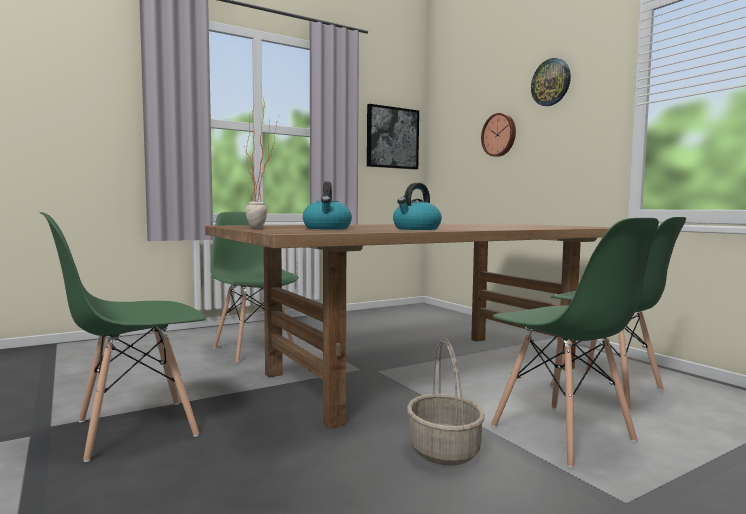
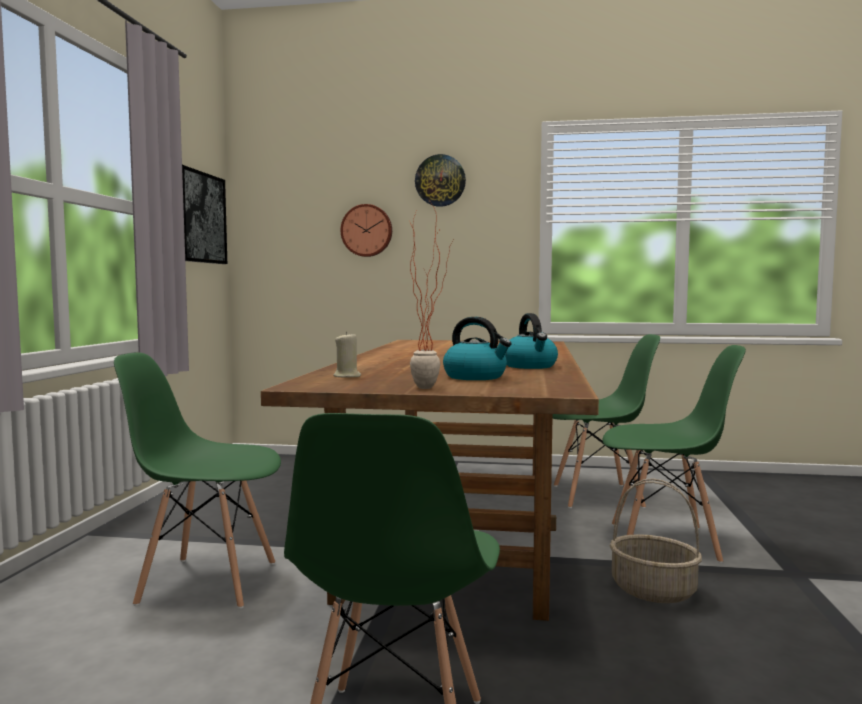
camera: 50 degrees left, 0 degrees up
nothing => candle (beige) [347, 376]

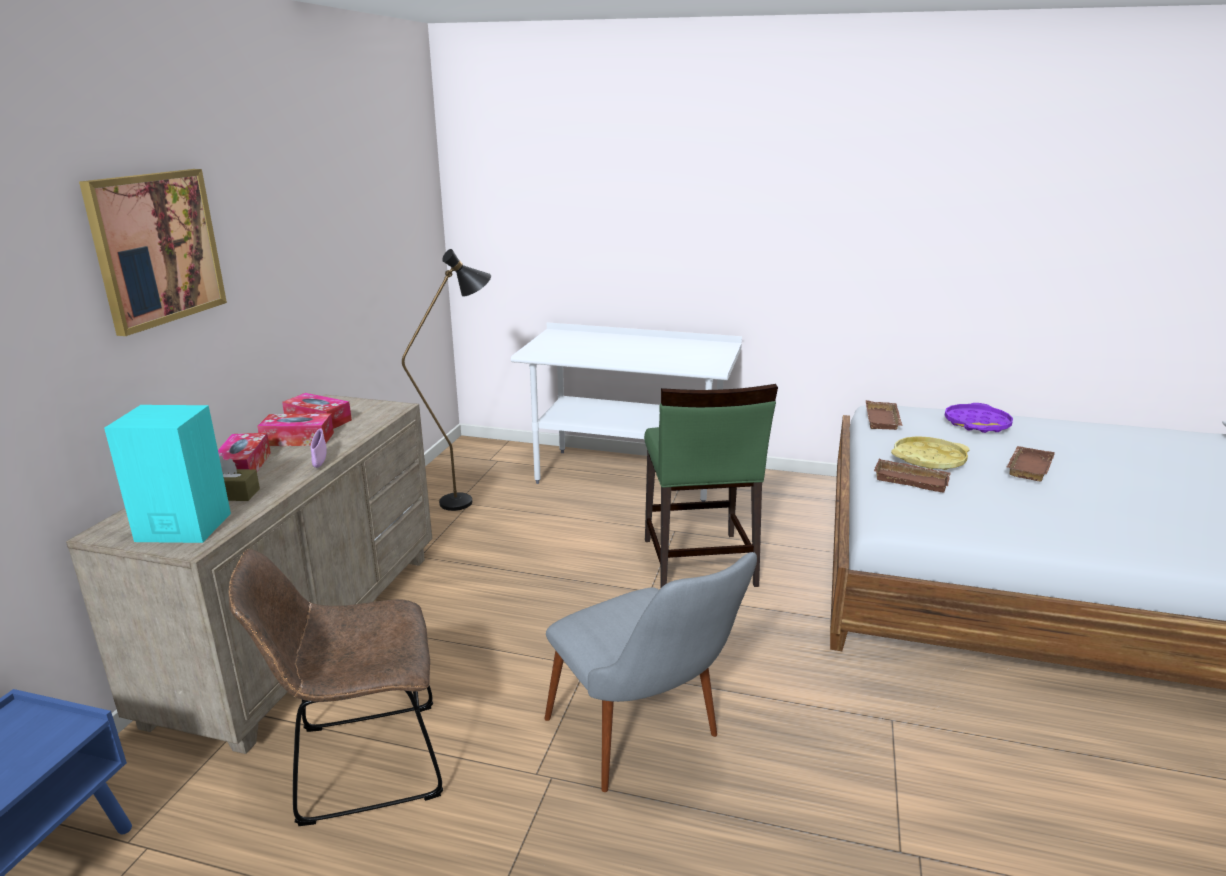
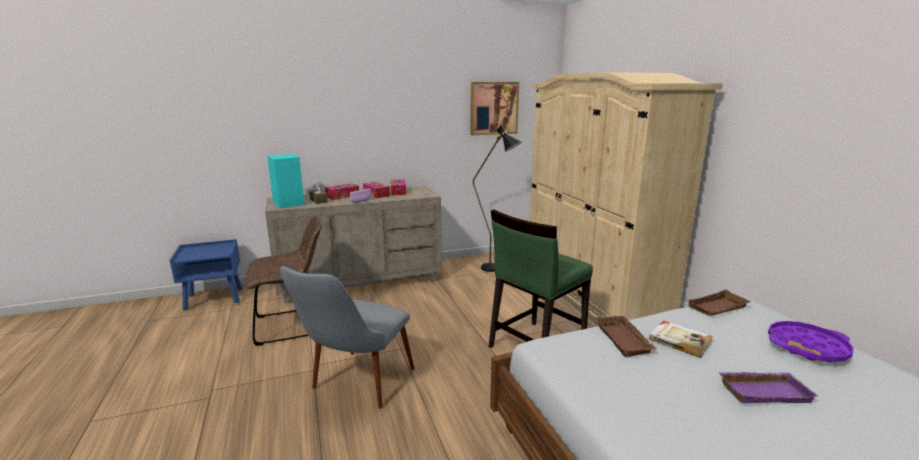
camera: 55 degrees right, 5 degrees down
picture [156, 248] => picture [494, 108], moved
desk (white) [628, 476] => wardrobe (beige) [591, 294]
tray (yellow) [928, 459] => book [680, 340]
tray (brown) [1027, 467] => tray (purple) [763, 391]
chair (brown) [360, 764] => chair (brown) [292, 325], 120 degrees clockwise

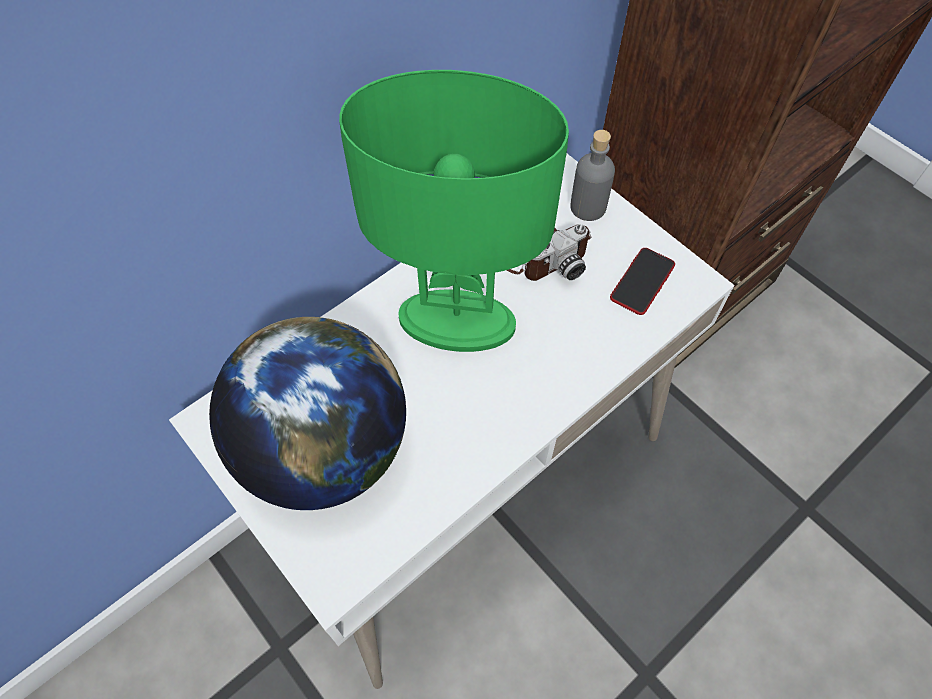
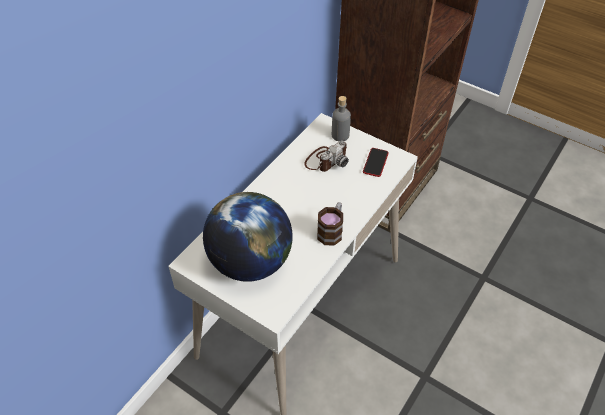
camera: 15 degrees left, 10 degrees down
table lamp (green) [457, 321] => nothing
nothing => mug [331, 231]

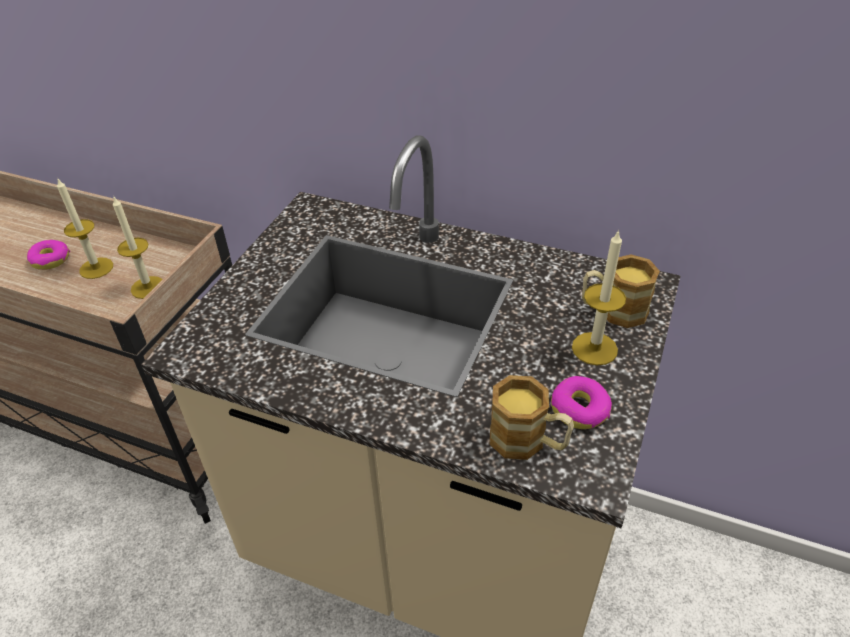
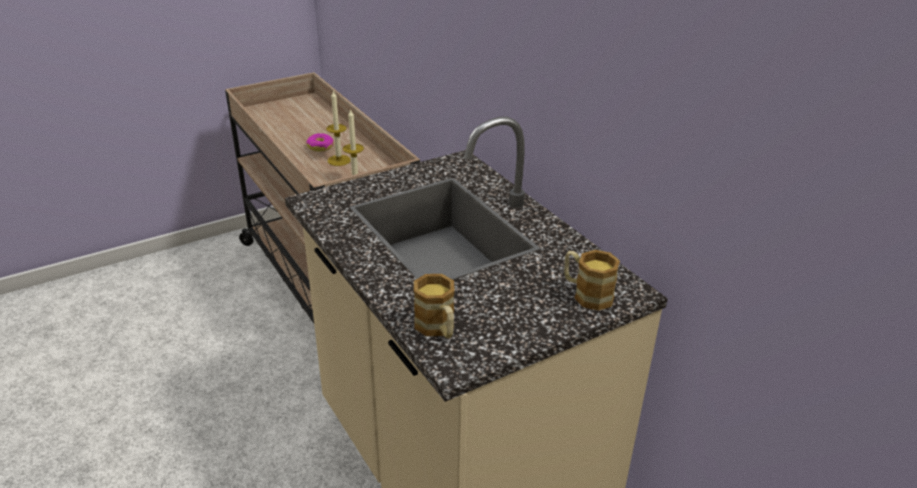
camera: 35 degrees right, 10 degrees down
candle [594, 348] => nothing
donut [579, 409] => nothing

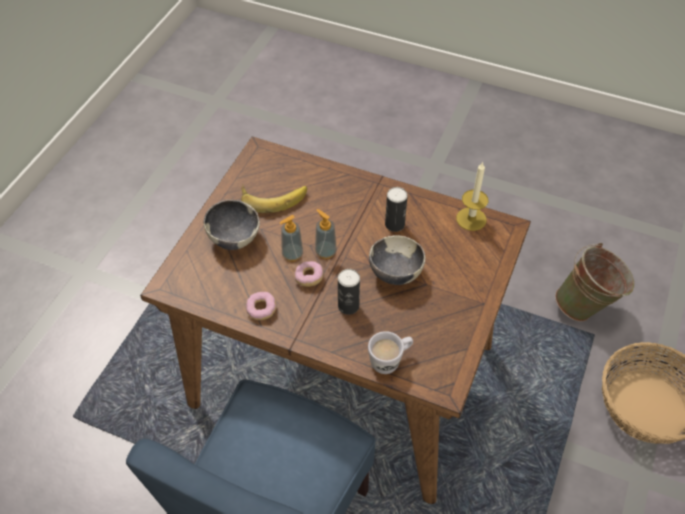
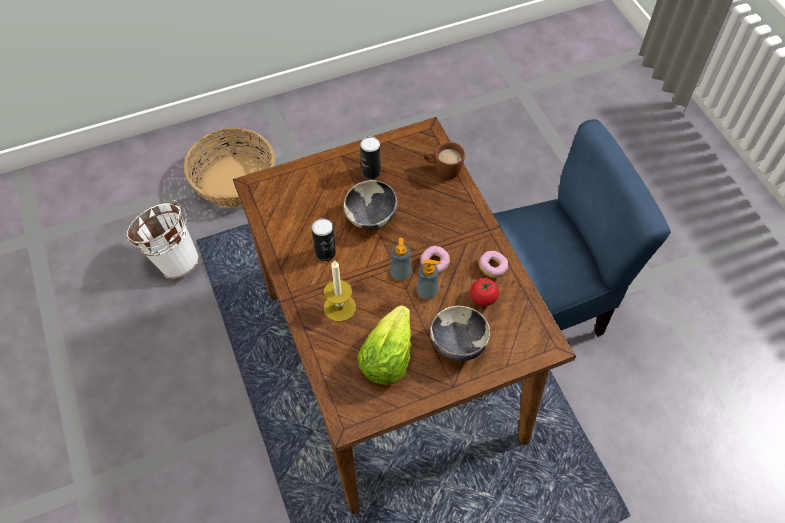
camera: 135 degrees left, 5 degrees up
candle [471, 219] => candle [339, 307], moved
banana [273, 196] => lettuce [387, 358]
bucket (green) [586, 307] => bucket (white) [172, 259]
can [348, 306] => can [371, 172], moved
mug (white) [390, 361] => mug (brown) [442, 170]
nothing => tomato [483, 297]

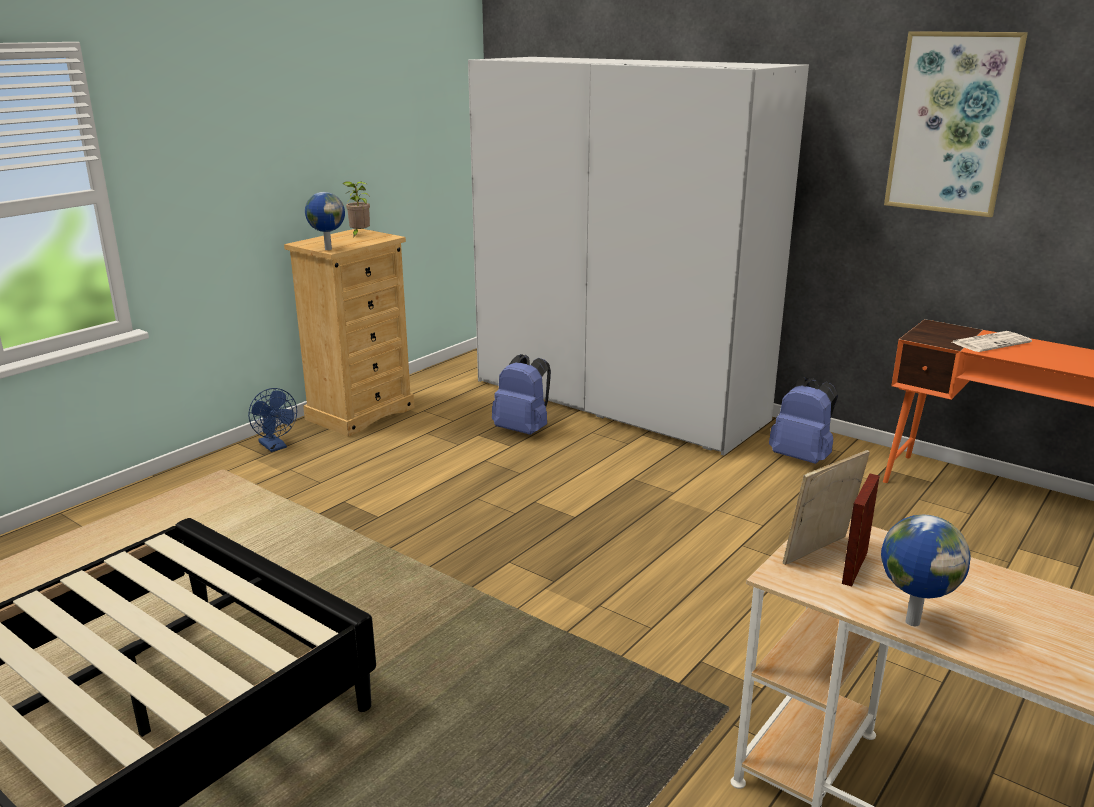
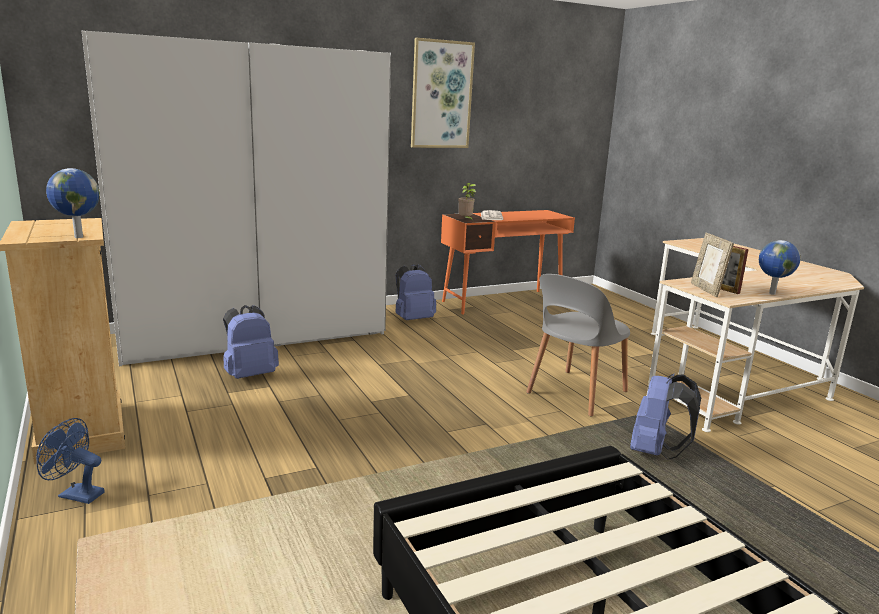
camera: 65 degrees left, 5 degrees down
potted plant [359, 235] => potted plant [466, 220], moved
fan (blue) [275, 447] => fan (blue) [75, 494], 150 degrees counterclockwise
nothing => chair (grey) [575, 393]
nothing => backpack (blue) [655, 452]

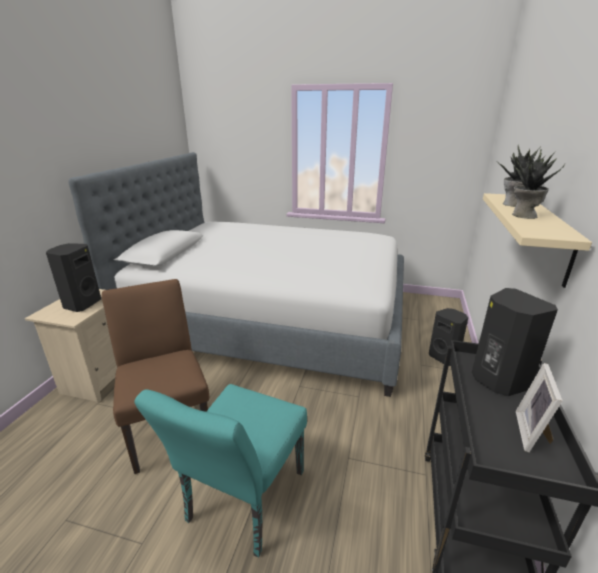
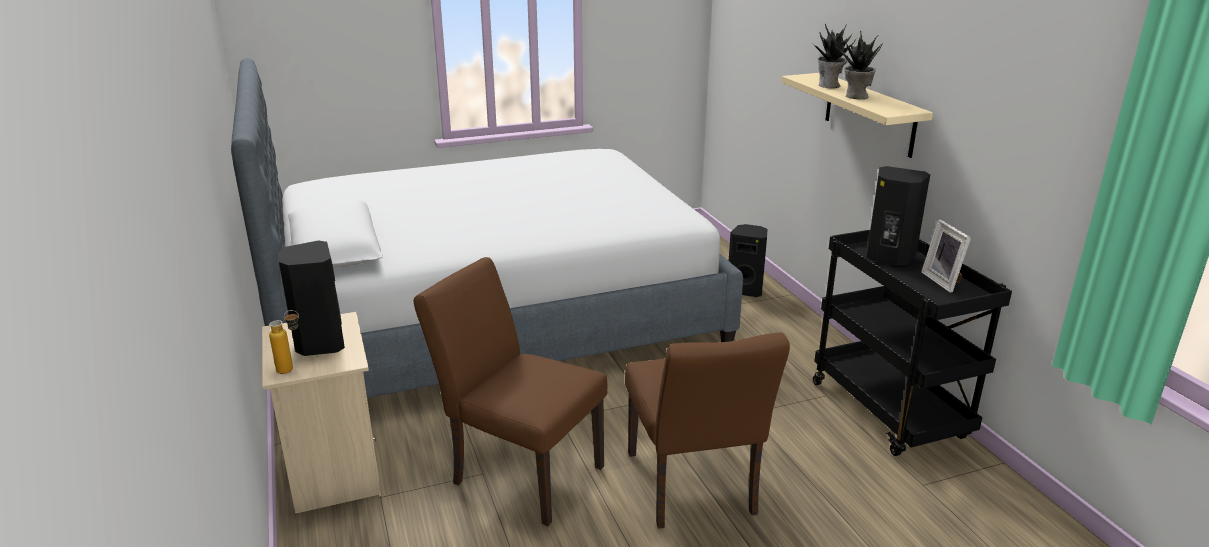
camera: 35 degrees left, 0 degrees up
chair (turquoise) [241, 503] => chair (brown) [693, 490]
nothing => bottle [292, 369]

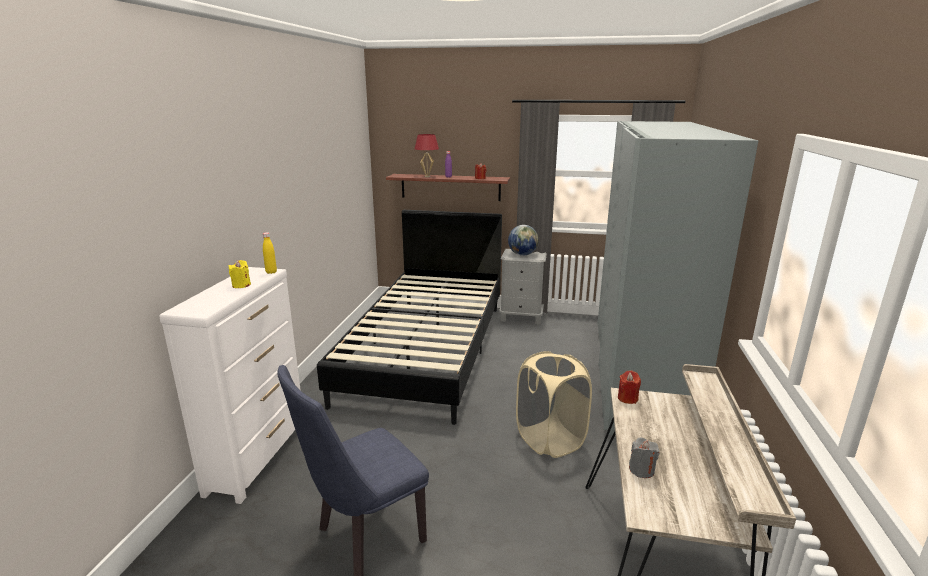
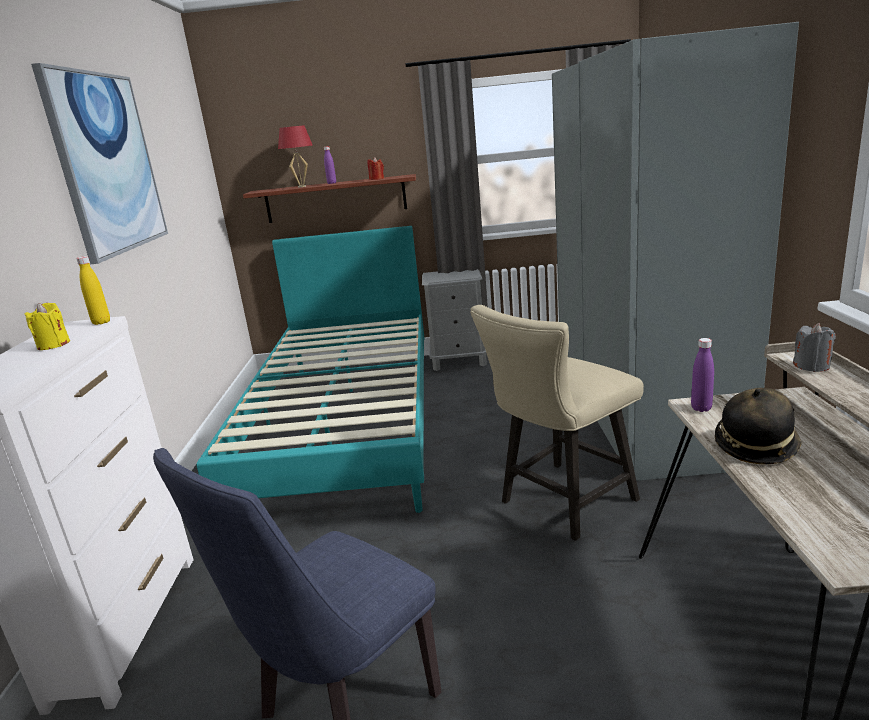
camera: 10 degrees left, 0 degrees up
bed (black) [427, 350] => bed (turquoise) [346, 422]
globe [522, 254] => nothing
laundry basket (beige) [549, 439] => chair (beige) [561, 504]
candle (red) [627, 398] => bottle (purple) [701, 408]
candle (grey) [641, 470] => candle (grey) [812, 366], moved
nothing => picture [107, 163]
nothing => hat [755, 446]

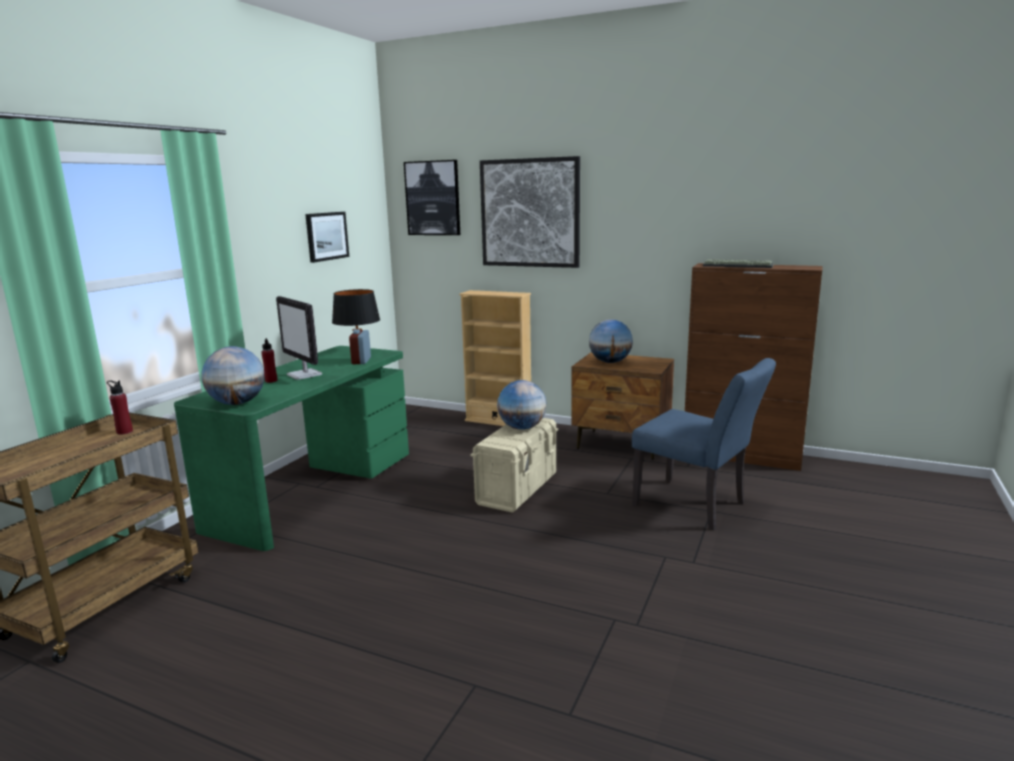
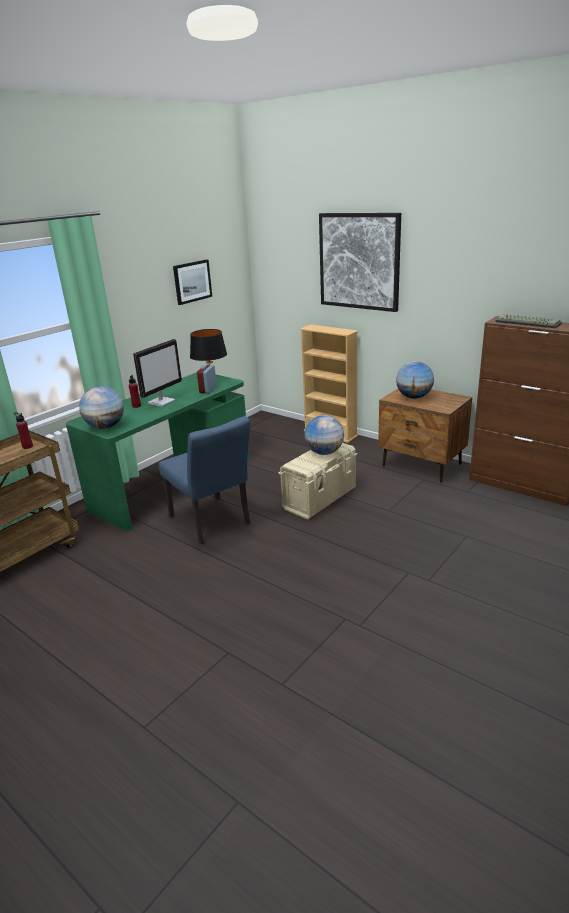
camera: 15 degrees right, 10 degrees up
picture [433, 198] => nothing
monitor [305, 375] => monitor [162, 401], 120 degrees counterclockwise
chair (blue) [696, 506] => chair (blue) [212, 523], moved

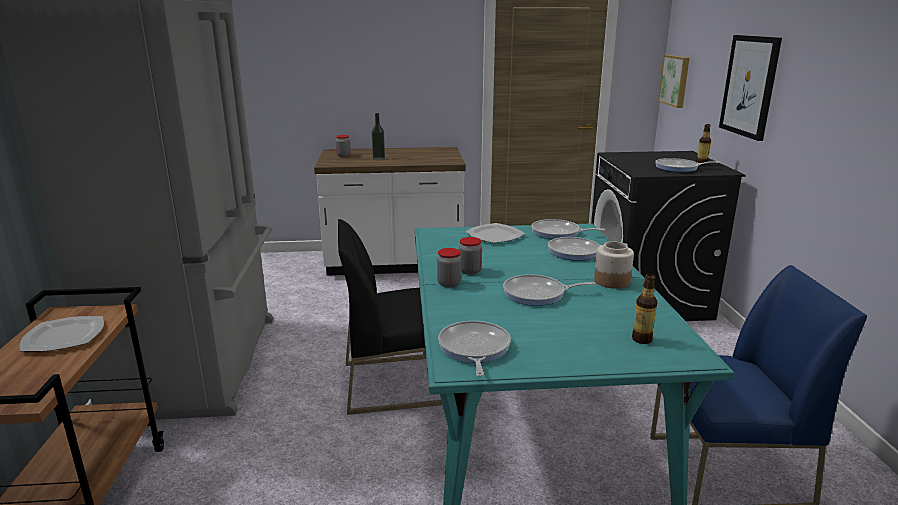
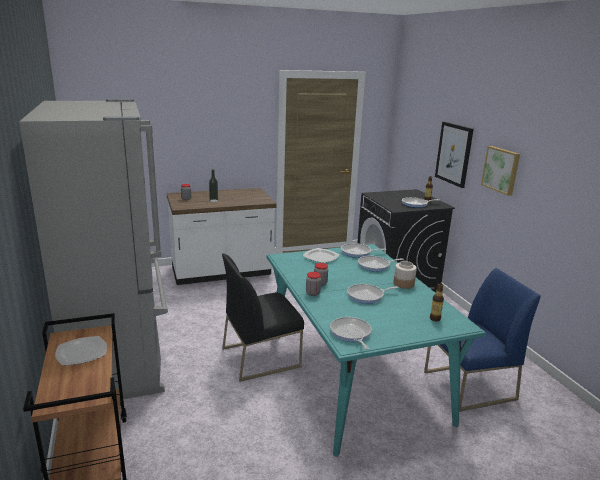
camera: 15 degrees left, 0 degrees up
picture [675, 80] => picture [501, 170], moved

